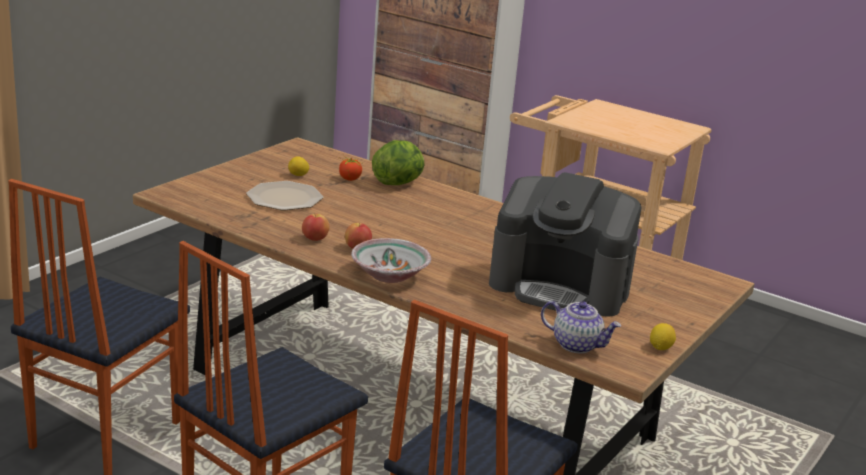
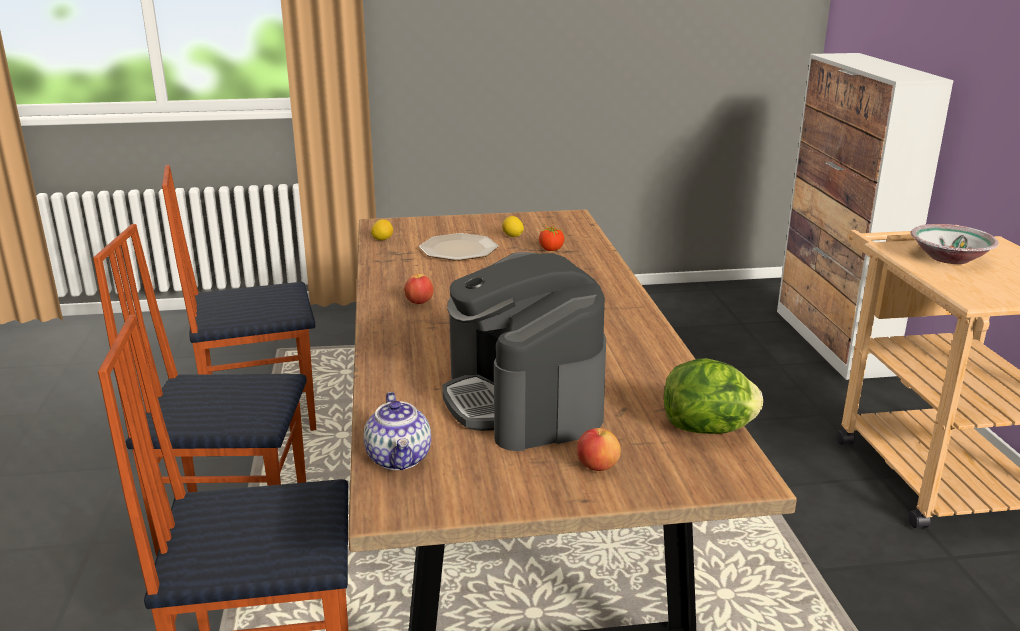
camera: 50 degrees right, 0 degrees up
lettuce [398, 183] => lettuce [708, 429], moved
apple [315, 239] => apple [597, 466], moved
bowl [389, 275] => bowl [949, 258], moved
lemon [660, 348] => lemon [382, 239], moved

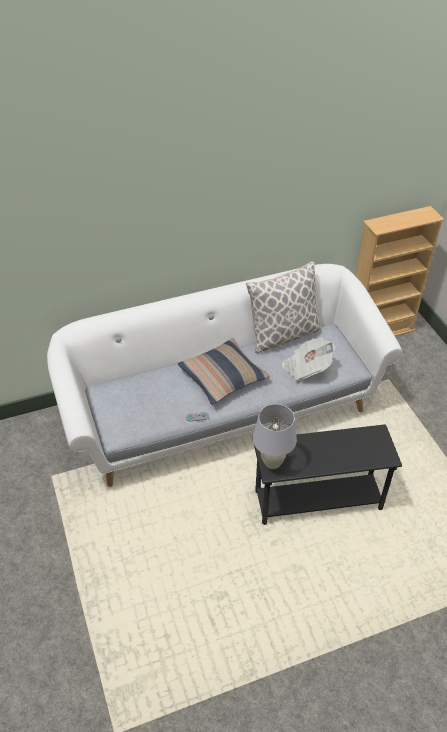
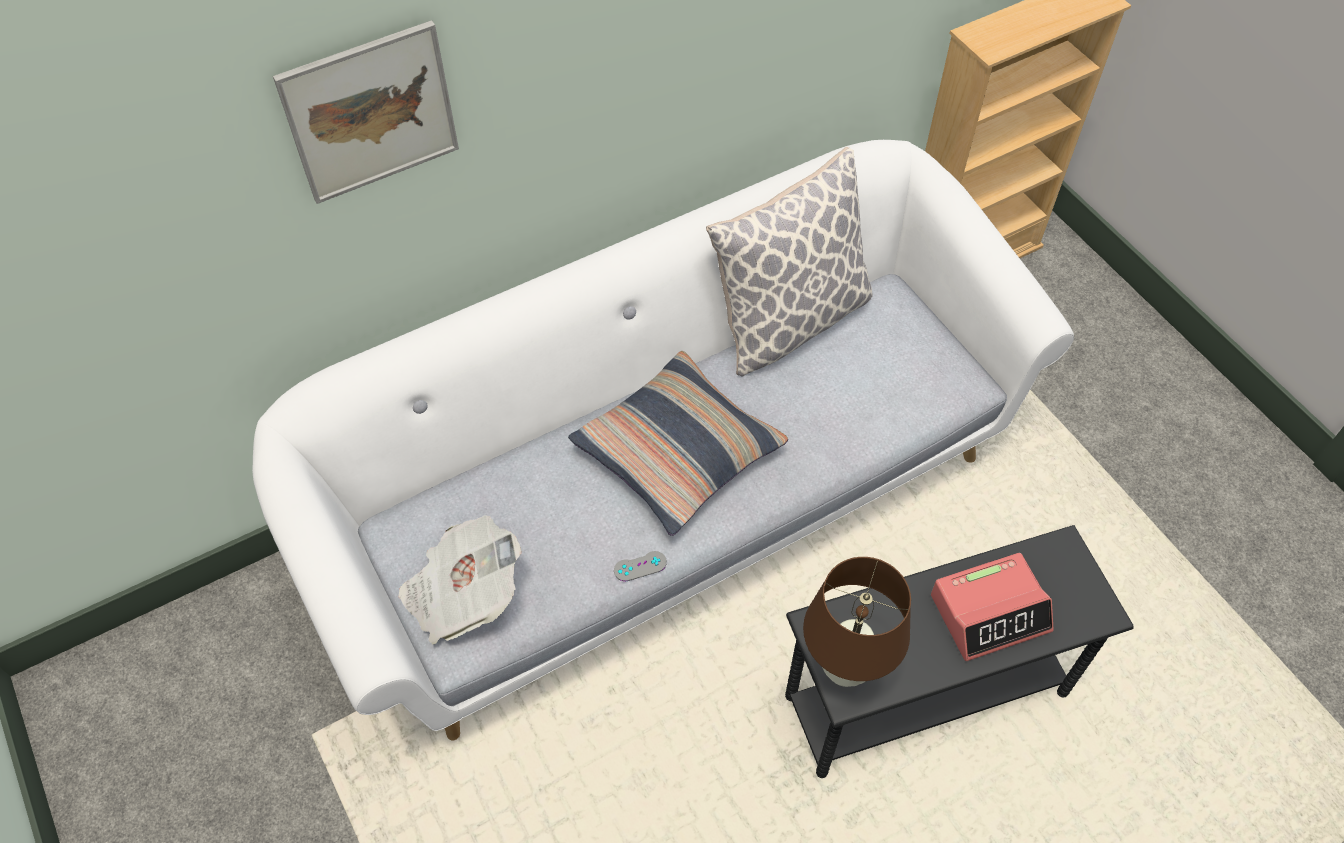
camera: 10 degrees left, 10 degrees up
newspaper [306, 368] => newspaper [463, 594], moved
table lamp (white) [272, 463] => table lamp (brown) [844, 669]
nothing => picture [370, 112]
nothing => alarm clock [990, 612]

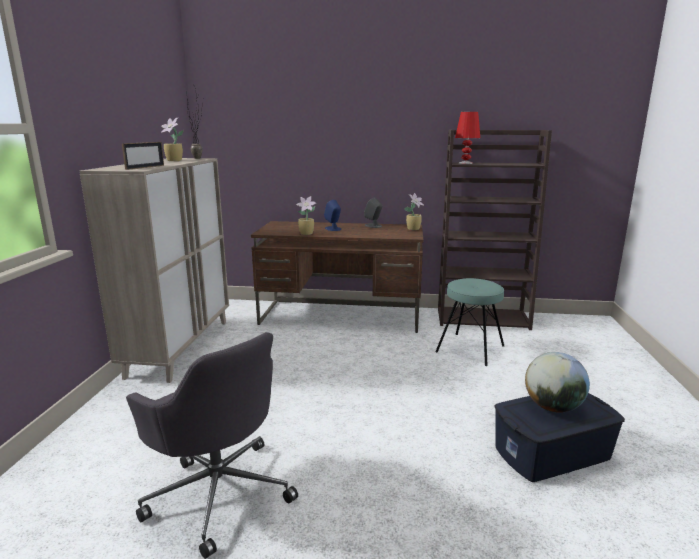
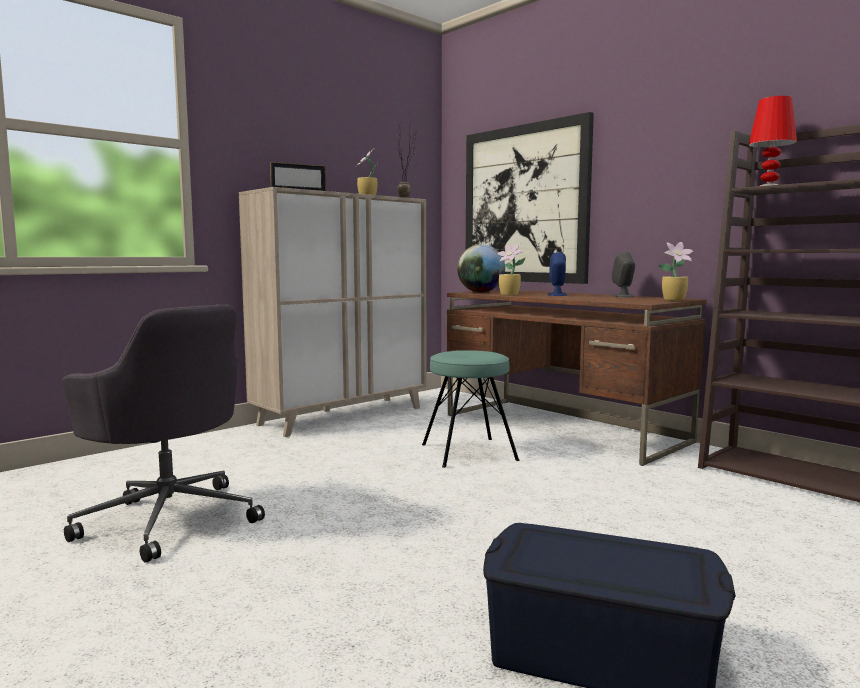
camera: 40 degrees right, 10 degrees down
stool (turquoise) [470, 349] => stool (turquoise) [468, 452], moved
office chair (grey) [219, 491] => office chair (grey) [169, 518], 45 degrees counterclockwise
globe [553, 407] => globe [480, 292], moved
nothing => picture [524, 204]

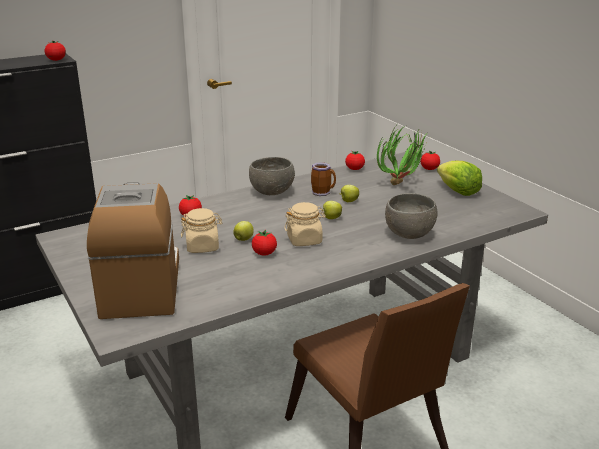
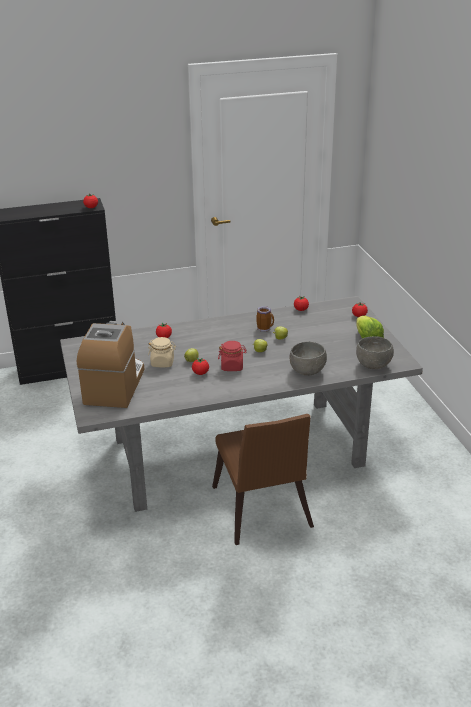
camera: 15 degrees right, 5 degrees up
potted plant [402, 184] => nothing
bowl (grey) [272, 192] => bowl (grey) [373, 365], moved
jar (beige) [304, 240] => jar (red) [232, 366]

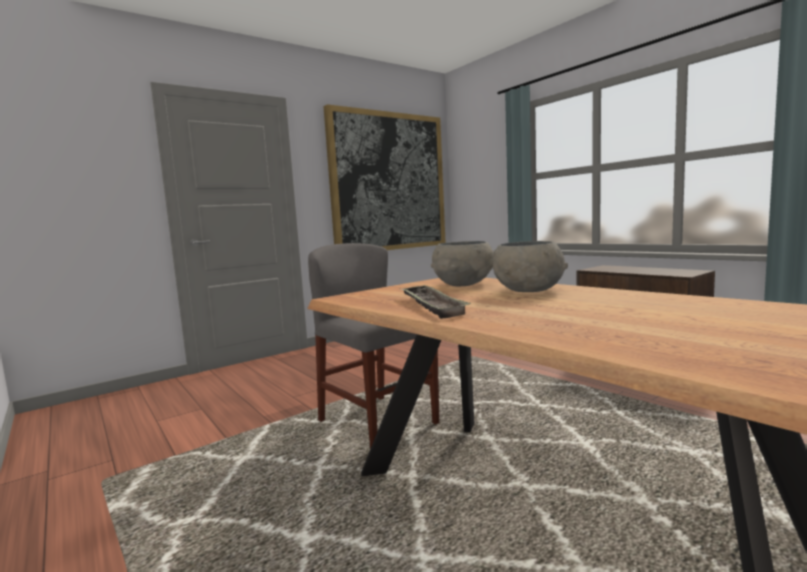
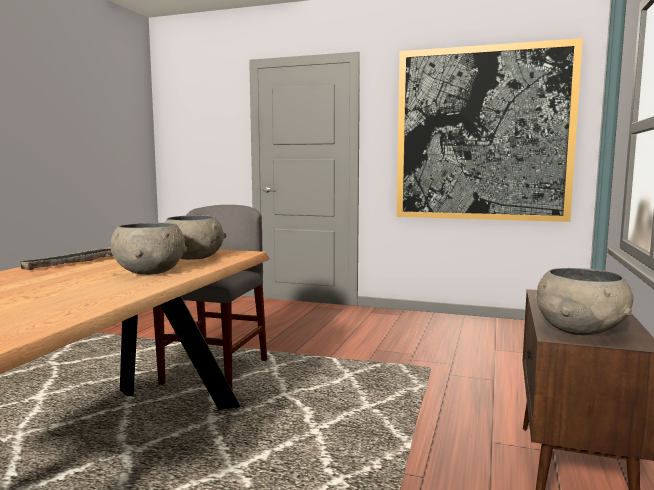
camera: 55 degrees right, 0 degrees up
nothing => bowl (grey) [580, 330]

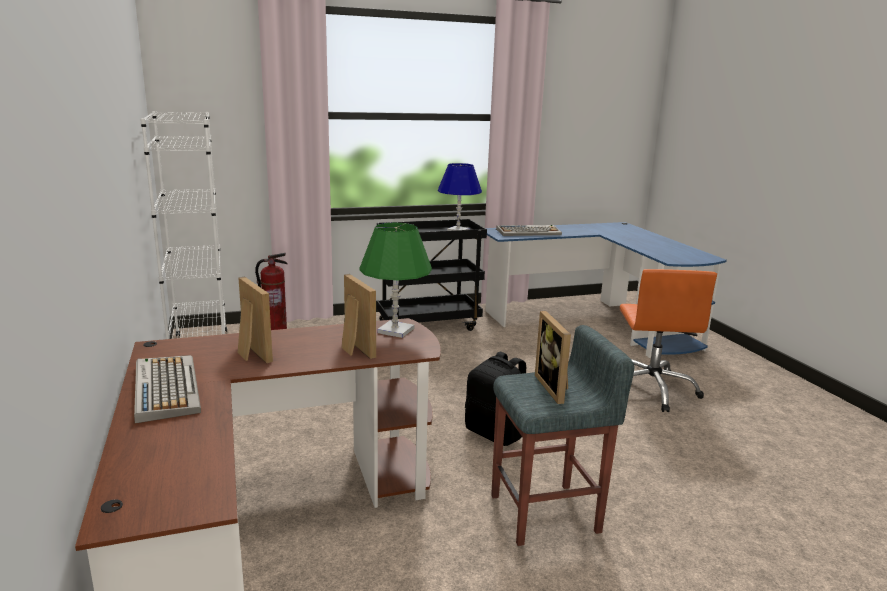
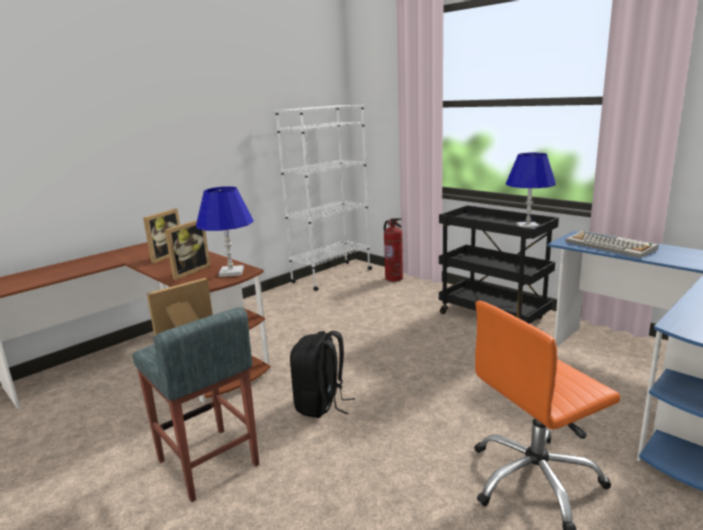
camera: 65 degrees right, 0 degrees up
table lamp (green) [395, 330] => table lamp (blue) [231, 272]
keyboard [165, 388] => nothing

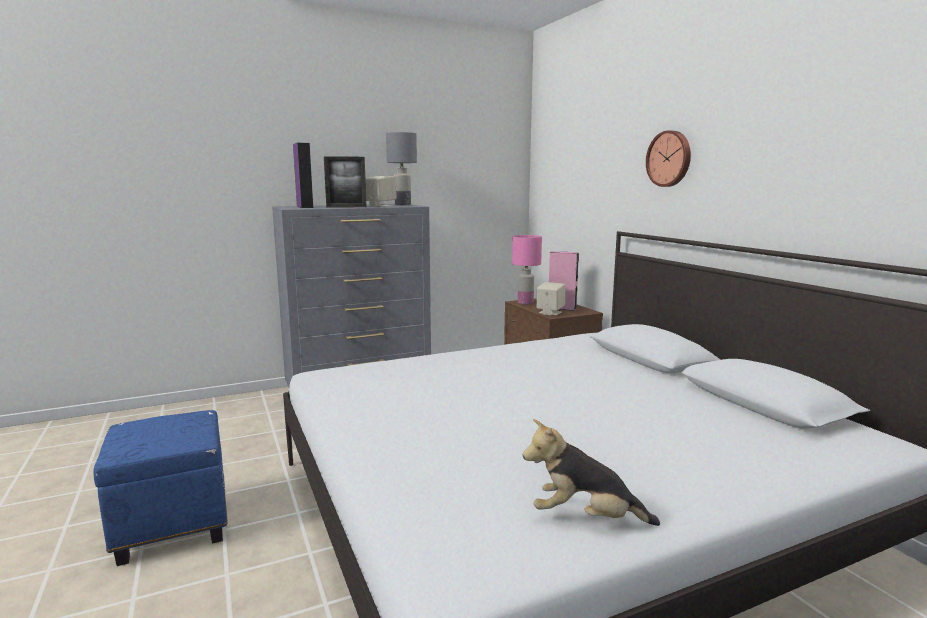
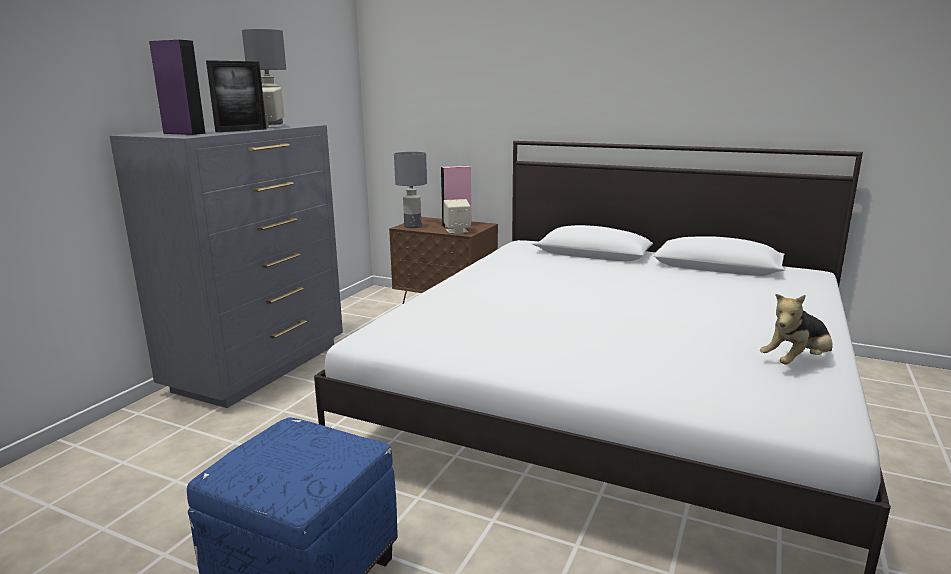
camera: 40 degrees left, 5 degrees up
wall clock [669, 159] => nothing
table lamp (pink) [525, 303] => table lamp (grey) [412, 226]

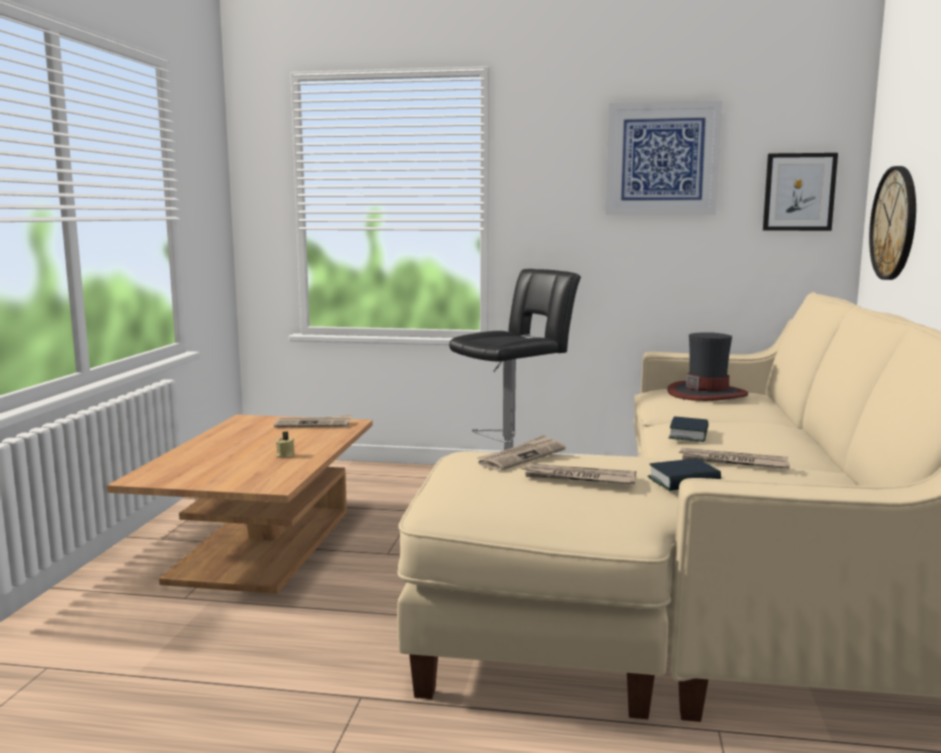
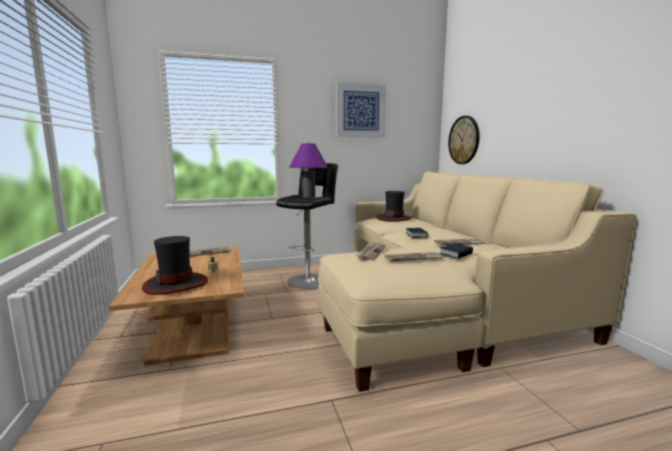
camera: 25 degrees left, 0 degrees up
picture [799, 192] => nothing
nothing => table lamp (purple) [309, 197]
nothing => hat [176, 284]

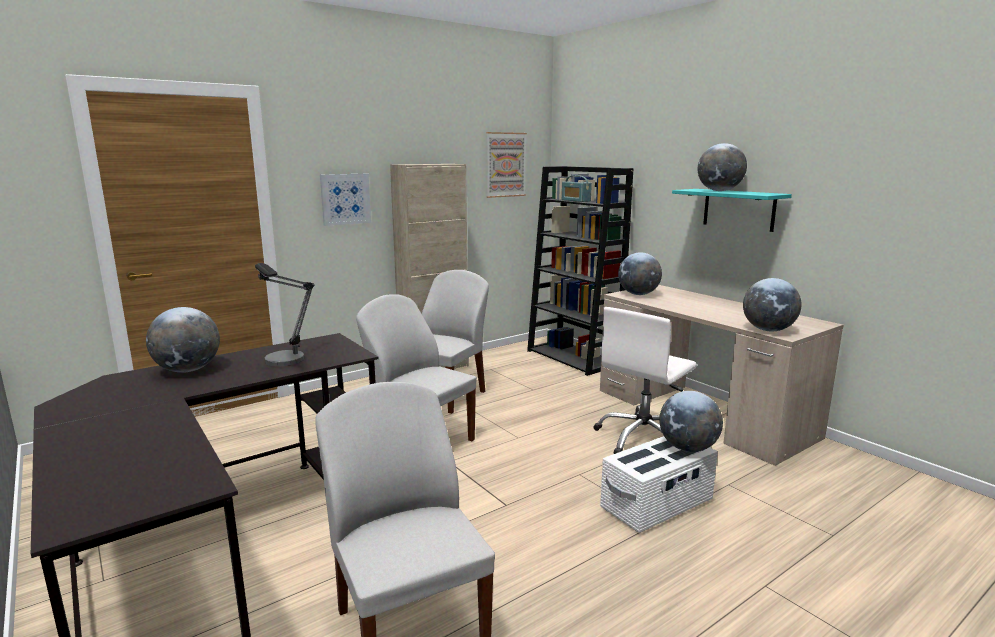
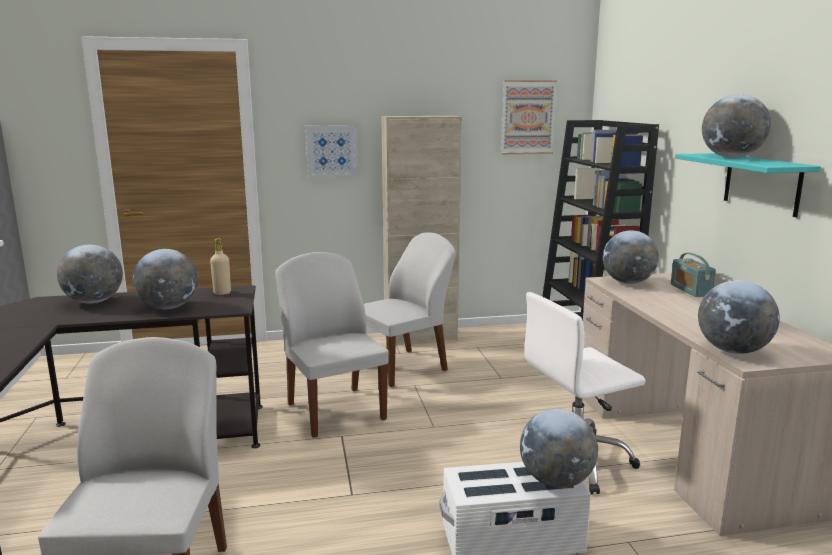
camera: 25 degrees right, 0 degrees up
radio [575, 200] => radio [690, 290], moved
table lamp [285, 363] => globe [168, 307]
nothing => bottle (beige) [222, 293]

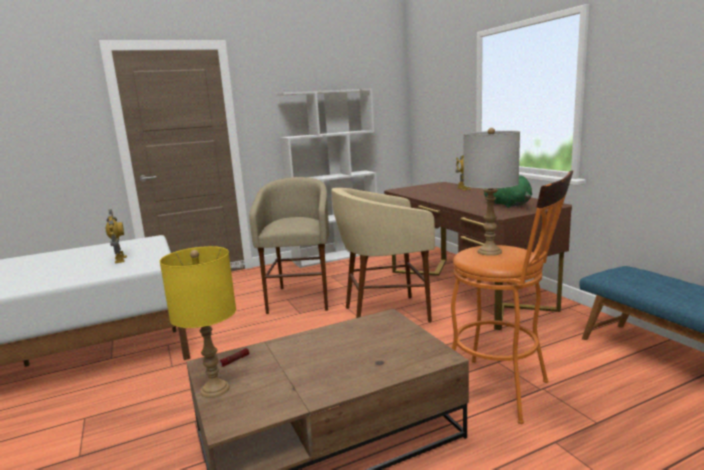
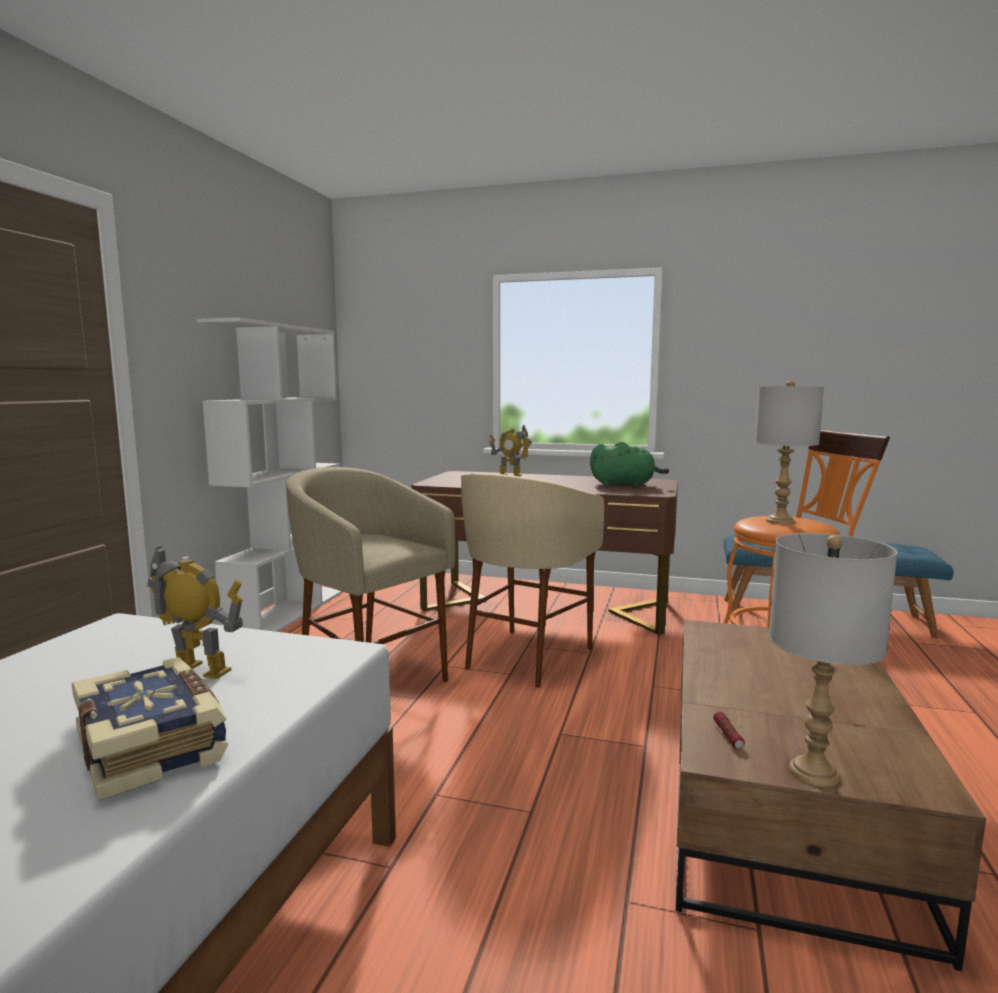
camera: 50 degrees left, 5 degrees down
table lamp (yellow) [215, 389] => table lamp (grey) [813, 772]
nothing => book [154, 746]

